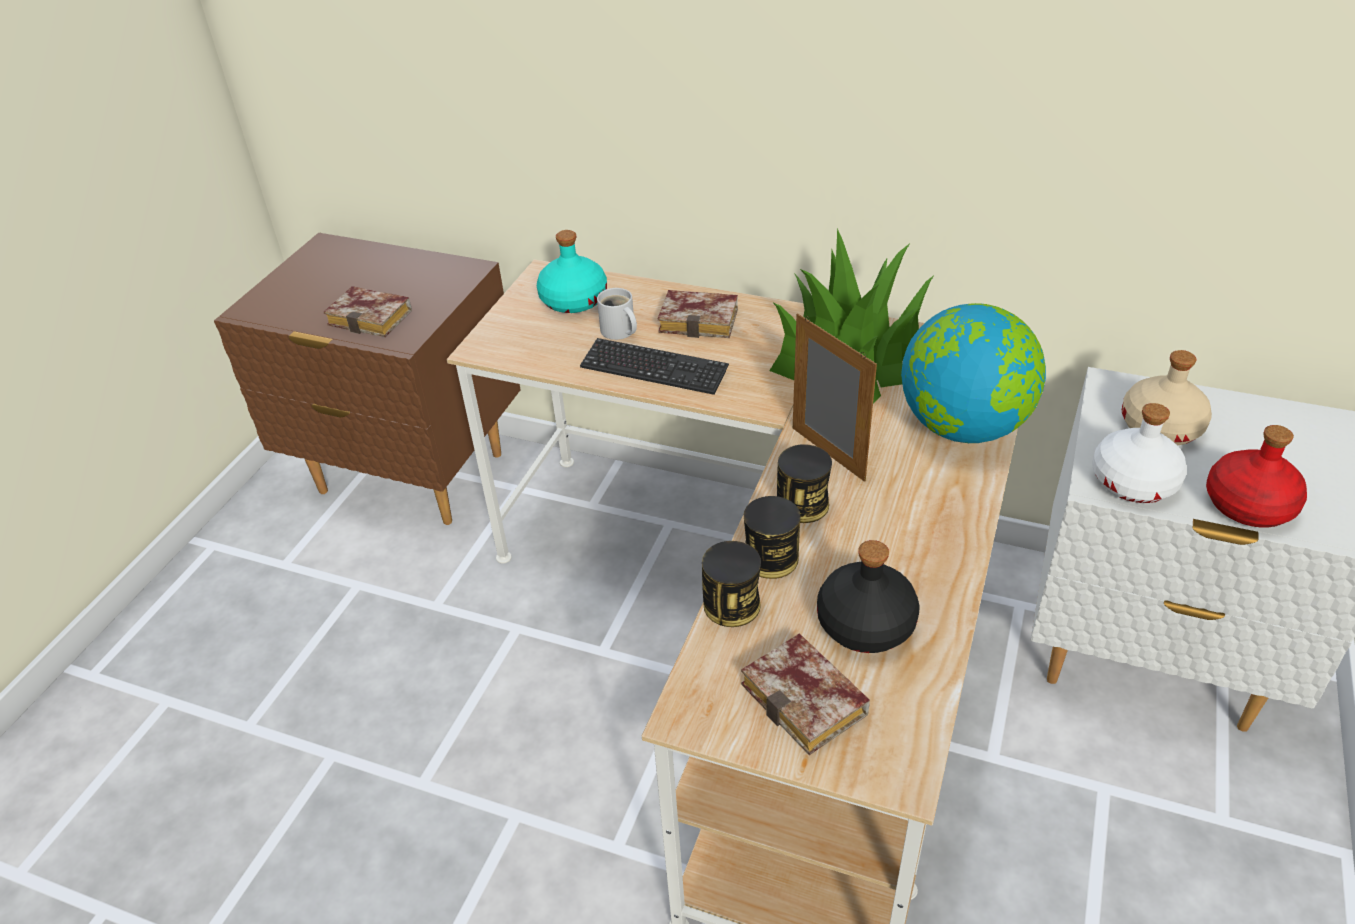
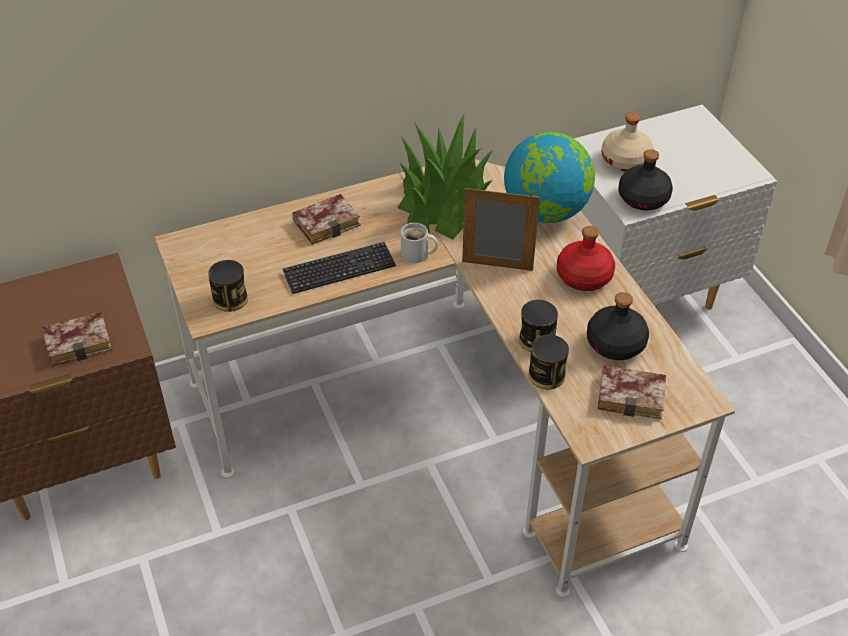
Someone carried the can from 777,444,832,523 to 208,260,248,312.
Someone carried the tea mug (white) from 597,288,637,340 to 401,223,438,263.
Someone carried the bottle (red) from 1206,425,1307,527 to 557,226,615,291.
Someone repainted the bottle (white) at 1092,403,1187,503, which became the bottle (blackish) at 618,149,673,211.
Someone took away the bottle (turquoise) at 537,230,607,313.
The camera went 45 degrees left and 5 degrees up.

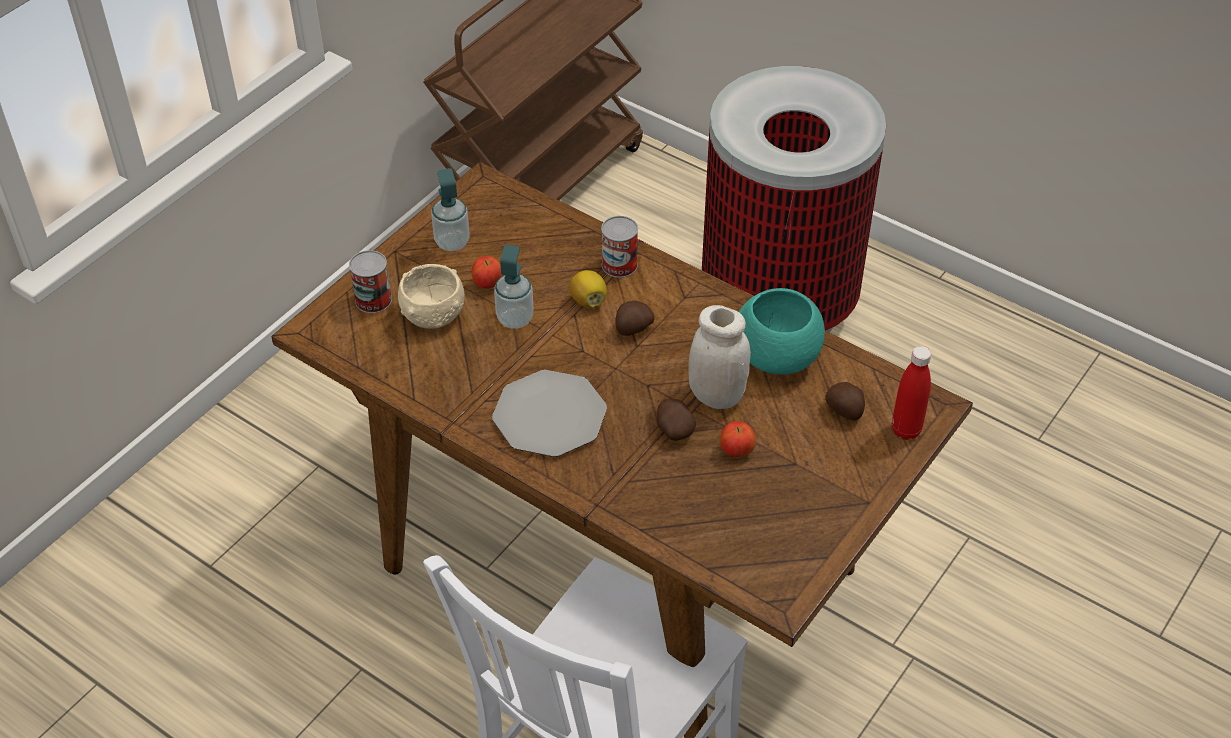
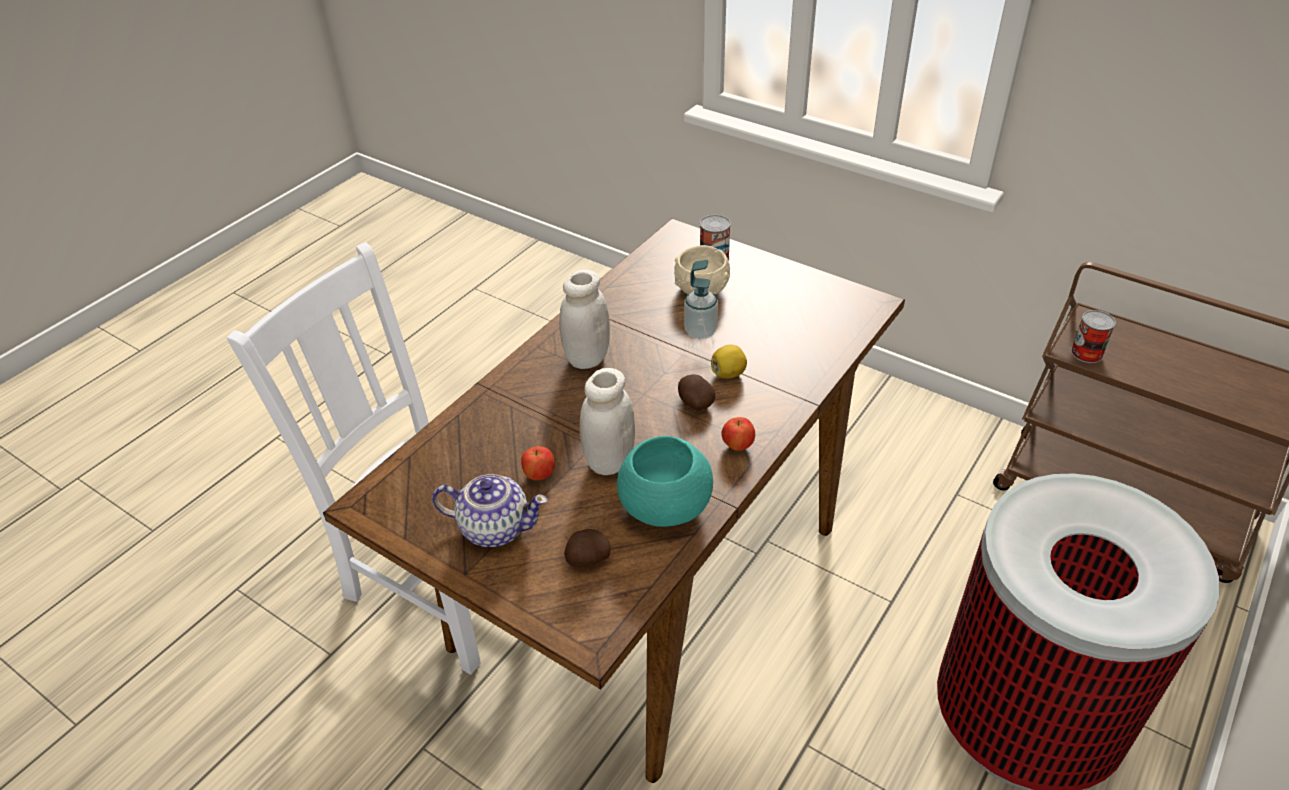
Someone put down the pot for tea at 432,474,548,547.
Someone swapped the plate at 492,370,607,457 for the preserve jar (white) at 559,270,610,369.
Someone carried the apple fruit from 471,256,504,289 to 722,417,755,451.
Someone carried the can from 601,216,638,278 to 1071,310,1116,363.
Someone took away the liquid soap bottle at 431,168,470,251.
Someone took away the spud at 657,399,696,441.
Someone took away the bottle (red) at 892,346,931,440.
The camera went 90 degrees right and 5 degrees down.

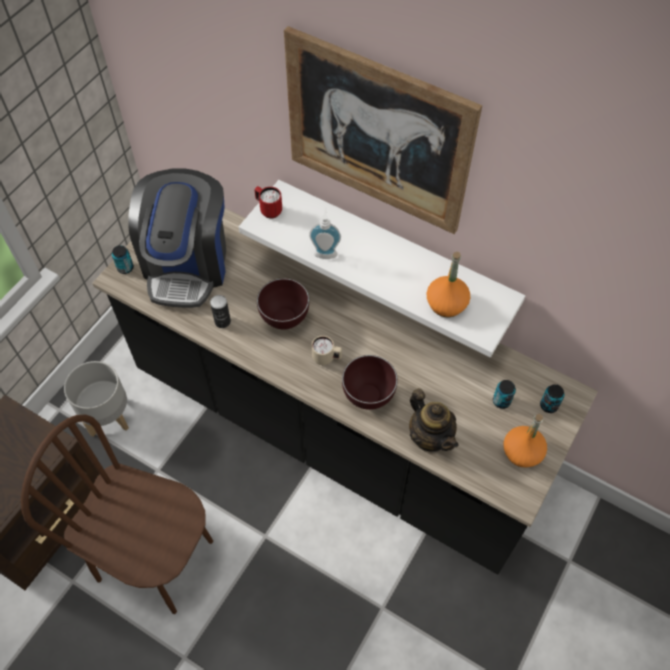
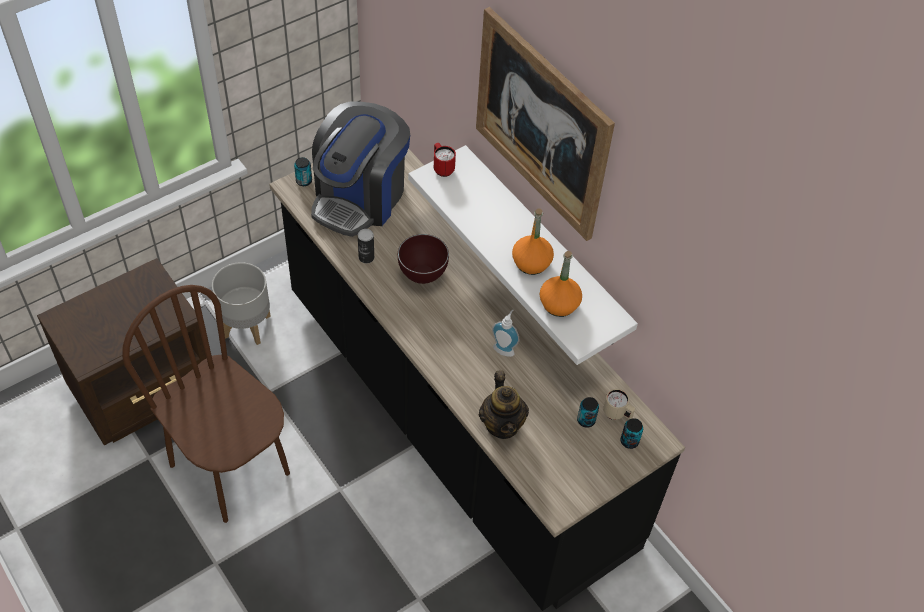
Someone carried the liquid soap bottle from 309,207,341,259 to 492,309,519,357.
Someone carried the bottle (orange-coloured) from 504,414,547,467 to 512,209,554,275.
Someone carried the tea mug (sand-coloured) from 312,336,342,365 to 603,389,635,420.
Someone took away the bowl (brown) at 342,355,398,410.
The camera went 20 degrees right and 5 degrees down.

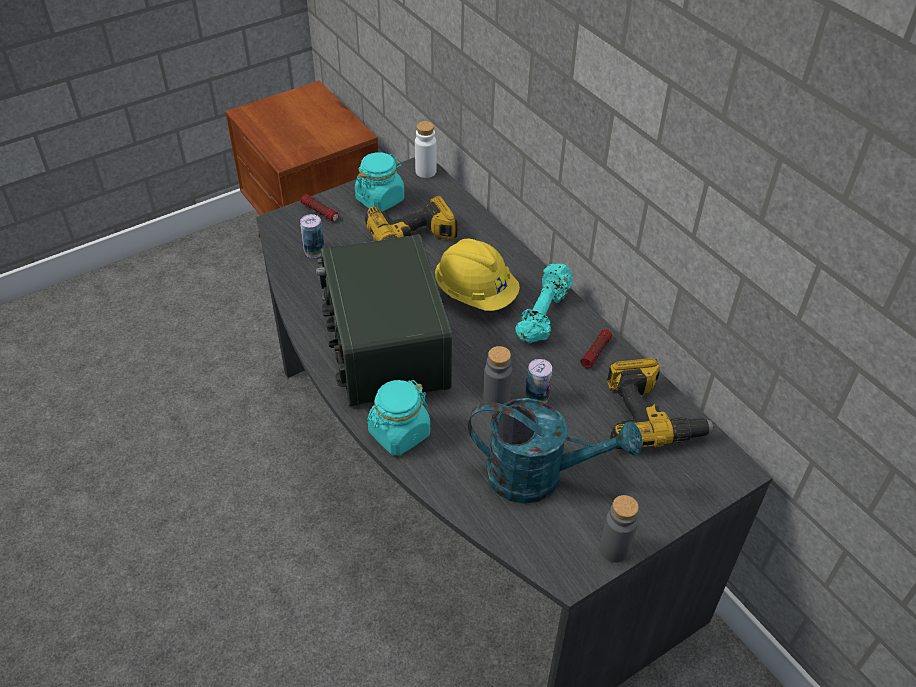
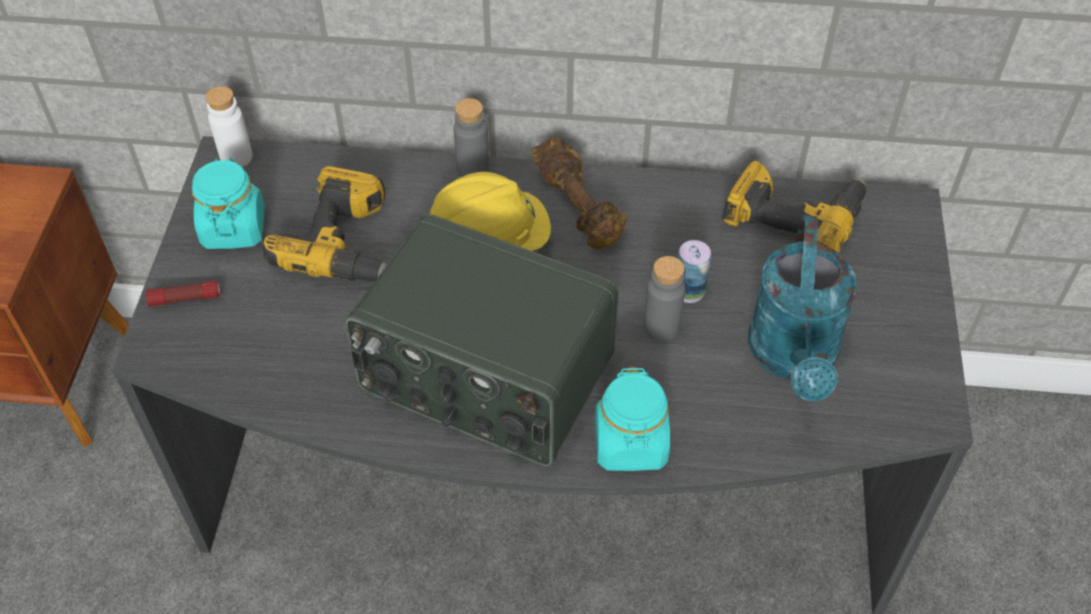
Someone carried the bottle (grey) from 600,495,639,562 to 454,98,489,177.
Someone repainted the free weight (turquoise) at 515,264,572,343, which became the free weight (brown) at 531,137,627,250.
Someone rotated the watering can (turquoise) at 468,398,642,504 by 135 degrees clockwise.
Someone took away the can at 300,214,324,258.
Someone took away the torch at 581,329,612,368.
The camera went 50 degrees left and 5 degrees up.

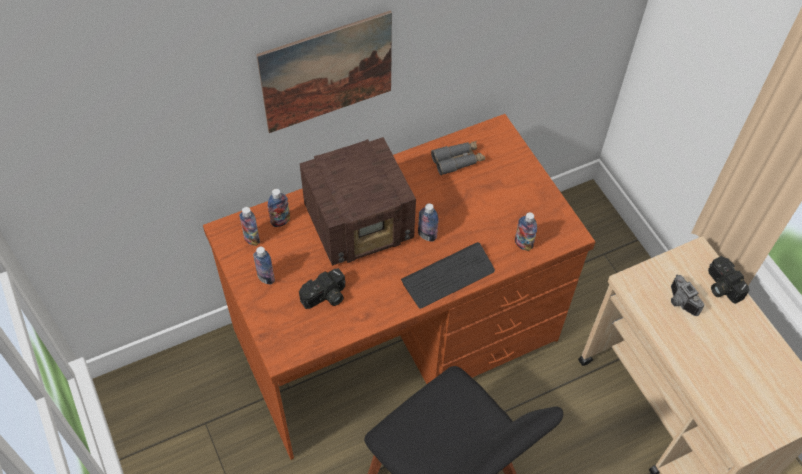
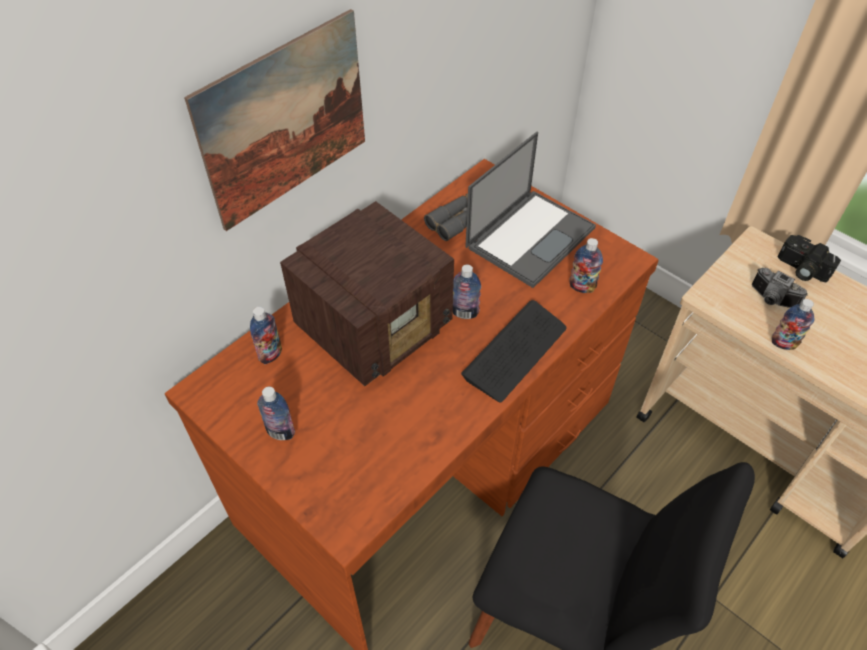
Someone put down the portable computer at 465,132,596,288.
Someone carried the bottle from 239,207,260,246 to 772,299,814,350.
Someone took away the still camera at 299,268,346,309.
The camera went 20 degrees left and 5 degrees down.

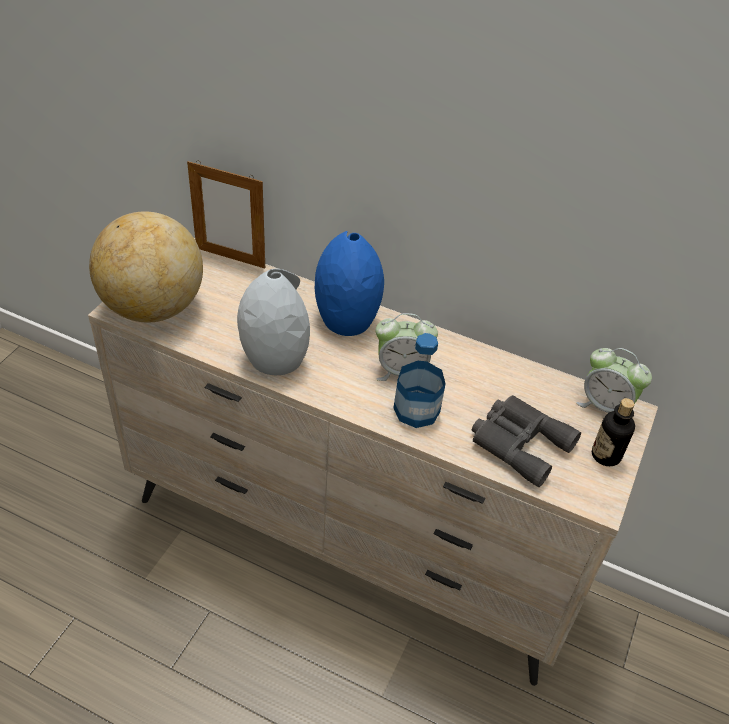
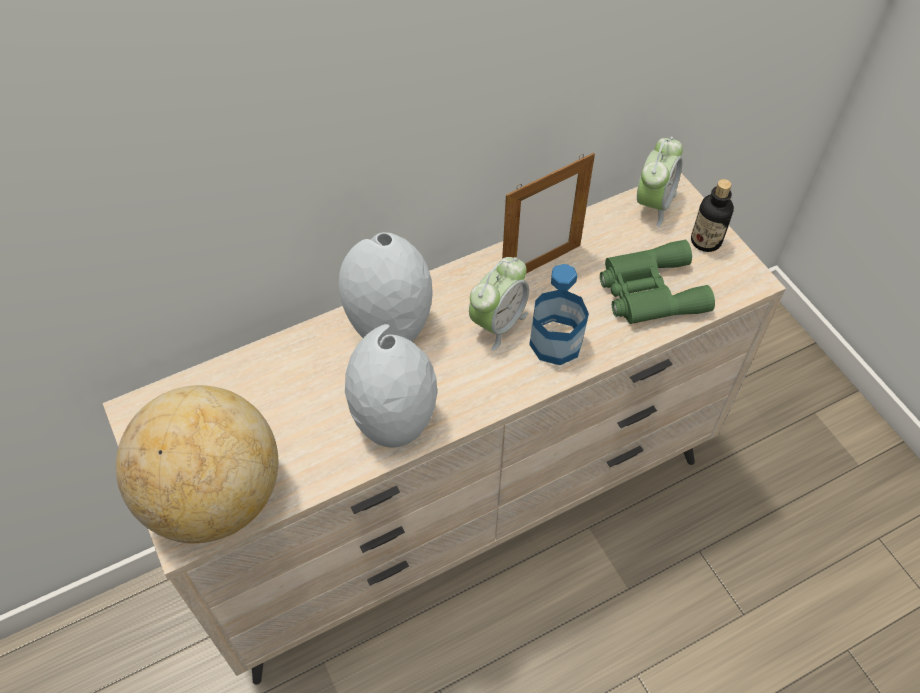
Someone repainted the decorative vase (blue) at 315,231,384,336, which became the decorative vase (grey) at 339,232,433,343.
Someone carried the photo frame from 187,160,265,268 to 502,153,595,274.
Someone repainted the pair of binoculars (grey) at 472,395,581,487, which became the pair of binoculars (green) at 600,240,715,324.
Someone rotated the table clock at 576,348,652,413 by 45 degrees counterclockwise.
The camera went 50 degrees left and 10 degrees up.

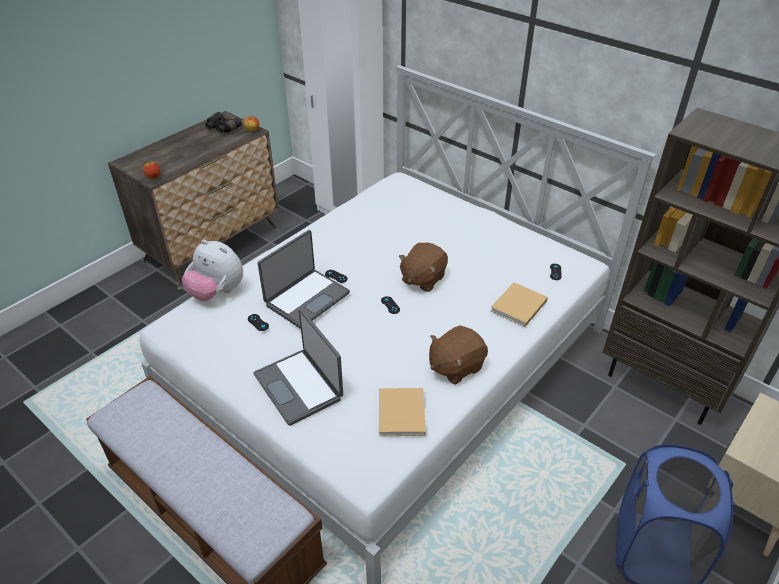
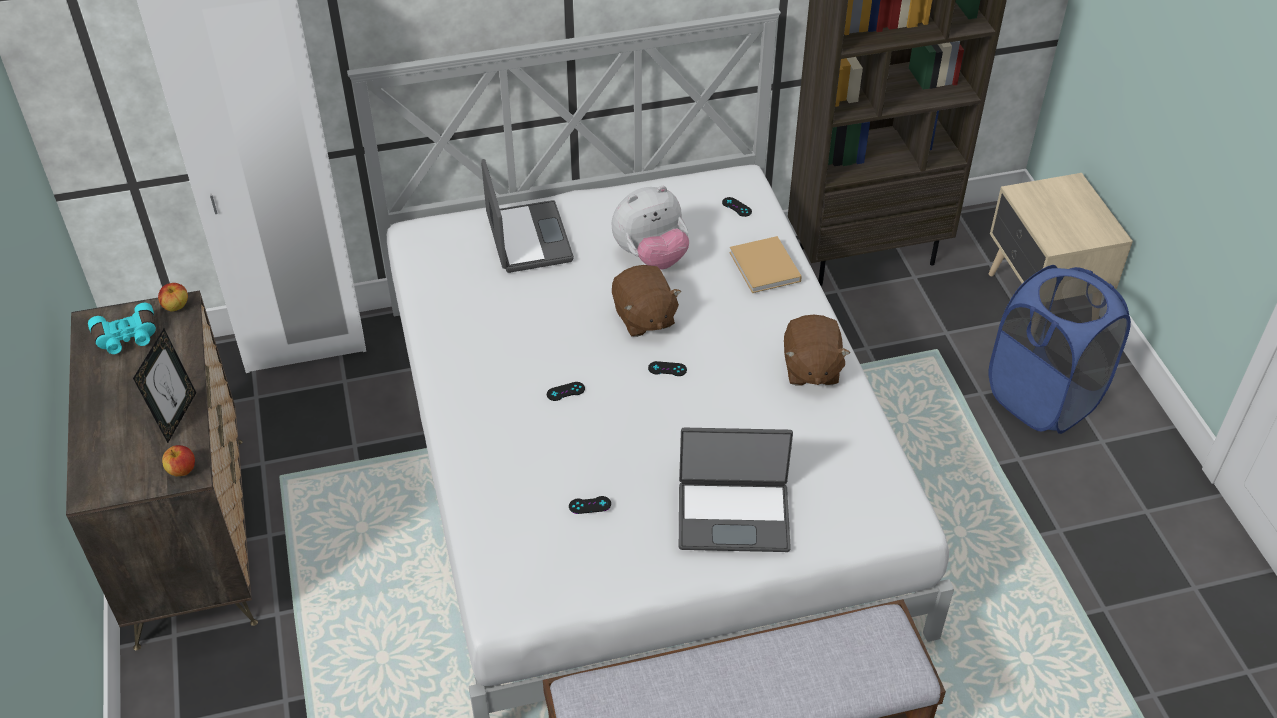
Someone repainted the pair of binoculars (blackish) at 205,112,242,134, which became the pair of binoculars (turquoise) at 88,303,156,354.
Someone put down the photo frame at 133,329,196,443.
Someone carried the portable computer from 257,230,350,329 to 481,159,574,273.
Someone carried the soft toy from 182,240,243,301 to 612,186,689,269.
Someone took away the book (sand-coloured) at 379,388,426,436.
The camera went 55 degrees left and 5 degrees up.

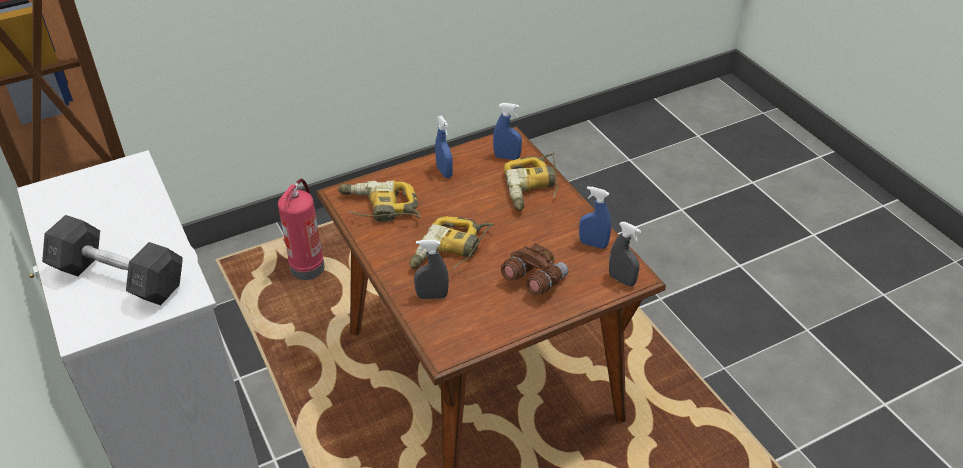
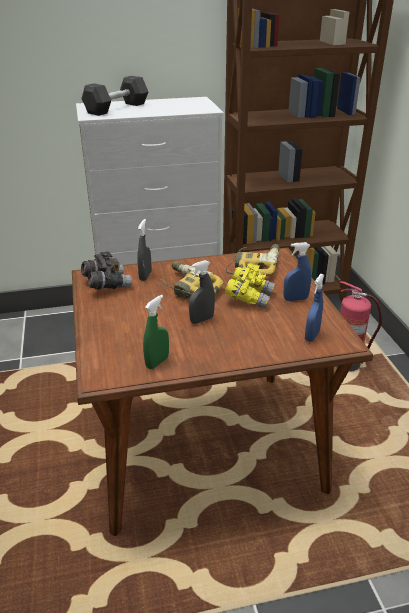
Someone put down the pair of binoculars (grey) at 81,252,132,290.
Someone repainted the spray bottle (blue) at 579,186,611,249, which became the spray bottle (green) at 143,295,169,369.
Someone carried the spray bottle (grey) from 609,222,641,287 to 189,260,215,324.
Someone put down the pair of binoculars (yellow-coloured) at 225,264,275,309.
Someone took away the pair of binoculars (brown) at 501,243,569,295.
Someone took away the drill at 504,153,558,211.
The camera went 105 degrees right and 10 degrees down.

